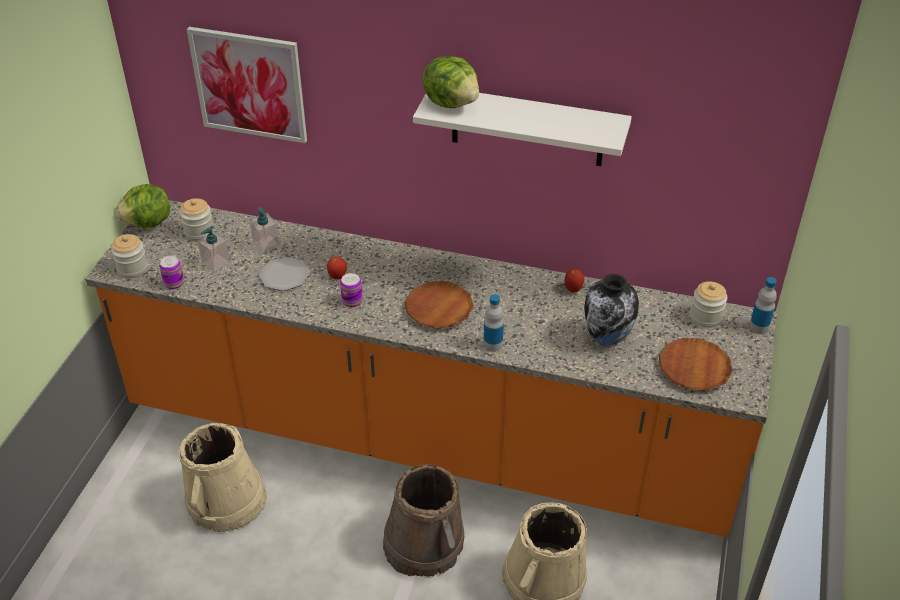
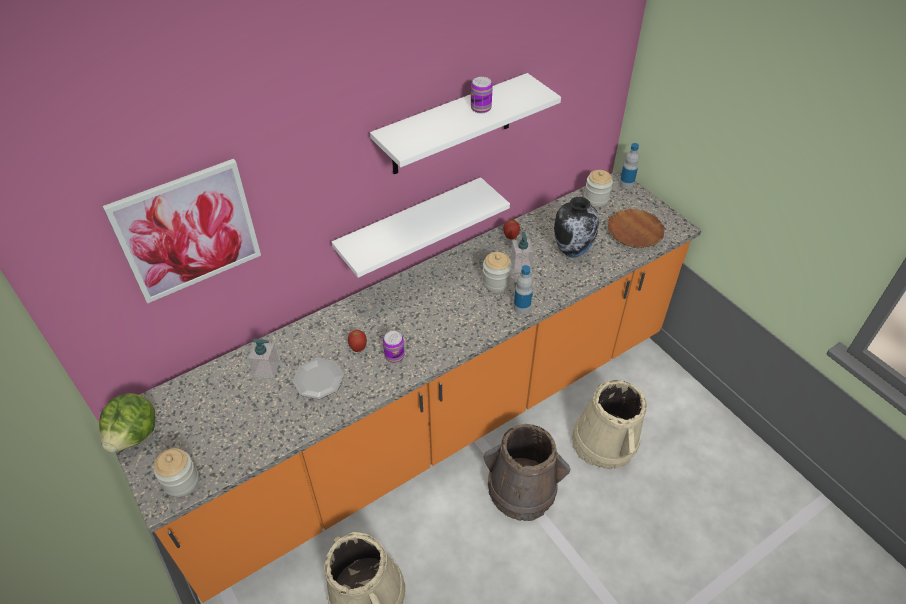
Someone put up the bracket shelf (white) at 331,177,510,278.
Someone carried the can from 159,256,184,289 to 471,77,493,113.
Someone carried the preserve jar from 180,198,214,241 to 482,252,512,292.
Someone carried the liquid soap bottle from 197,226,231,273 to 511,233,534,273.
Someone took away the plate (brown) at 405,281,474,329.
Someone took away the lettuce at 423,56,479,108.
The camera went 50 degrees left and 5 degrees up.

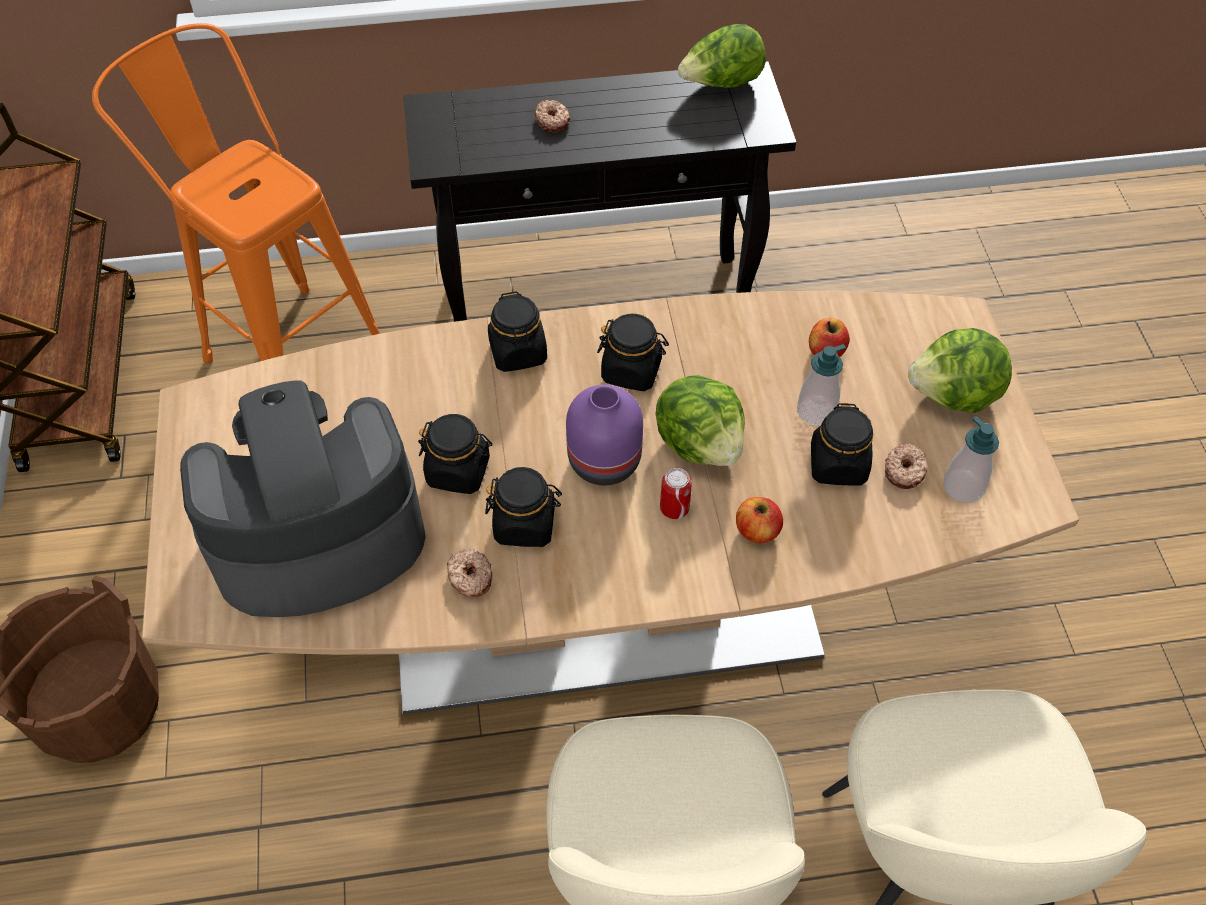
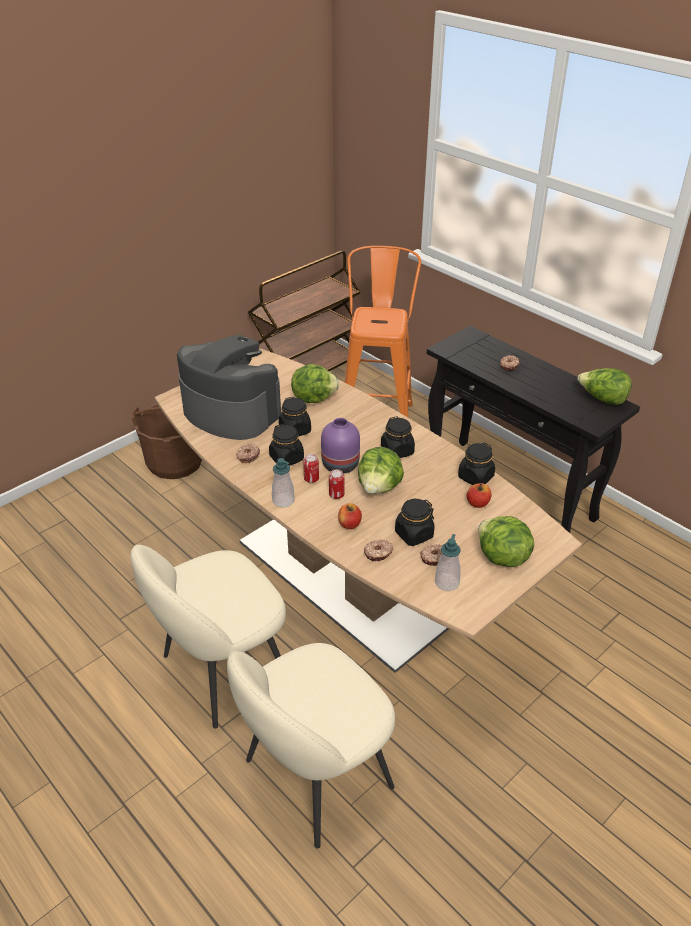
Someone carried the liquid soap bottle from 797,344,846,426 to 272,458,294,507.
Someone put down the lettuce at 291,364,340,403.
Someone put down the can at 303,454,319,483.
Someone put down the donut at 364,539,393,561.
Someone carried the preserve jar (blackish) from 488,291,547,372 to 458,443,495,485.
The camera went 55 degrees right and 15 degrees down.

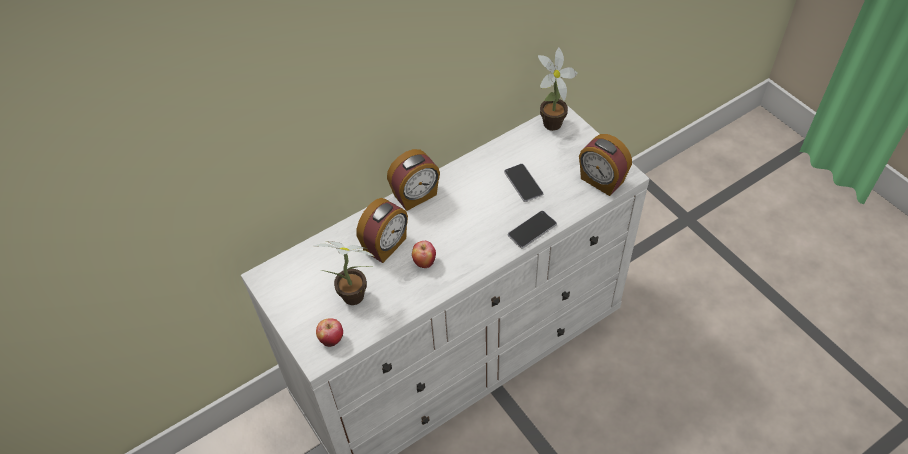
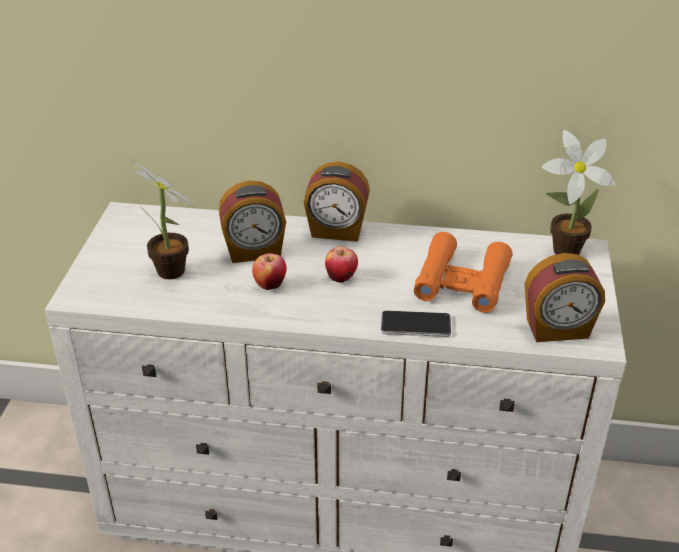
Someone carried the apple fruit from 316,319,343,347 to 325,246,358,283.
Someone swapped the handset at 504,164,543,202 for the pair of binoculars (orange-coloured) at 414,232,512,313.
Someone rotated the table clock at 579,134,632,196 by 90 degrees counterclockwise.
The camera went 40 degrees right and 15 degrees down.

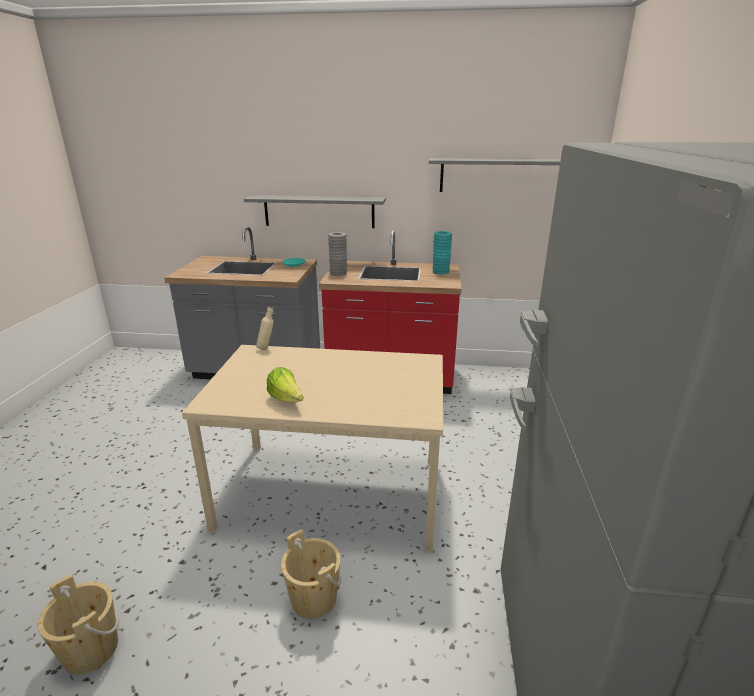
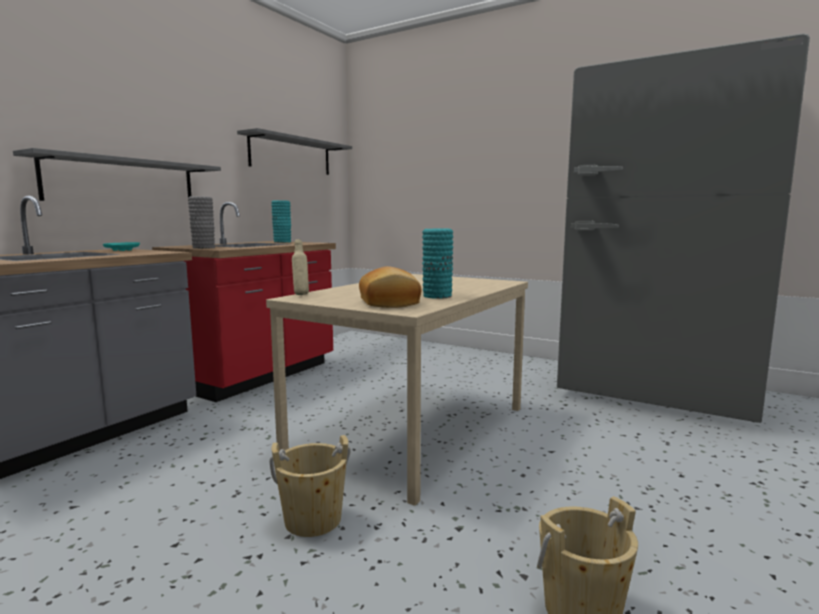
Someone carried the pail (sand-coloured) from 281,529,341,619 to 270,435,351,537.
Someone put down the baked bread at 359,266,421,308.
Someone swapped the lettuce at 267,367,304,403 for the decorative vase (turquoise) at 422,229,453,299.
The camera went 65 degrees left and 15 degrees down.

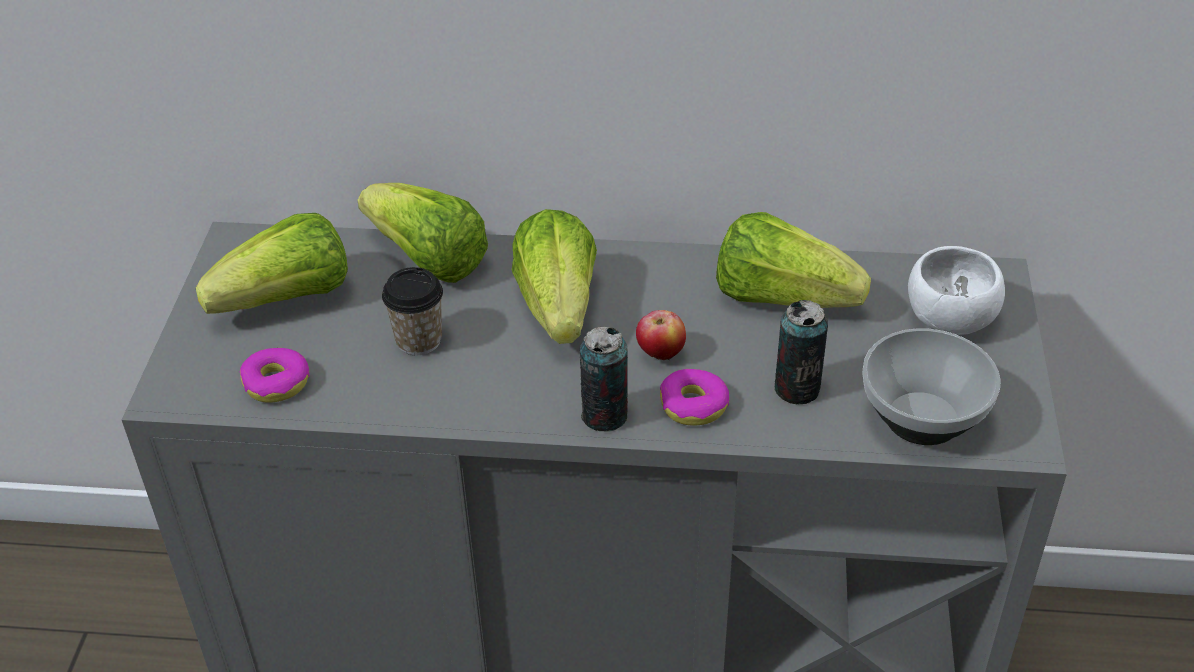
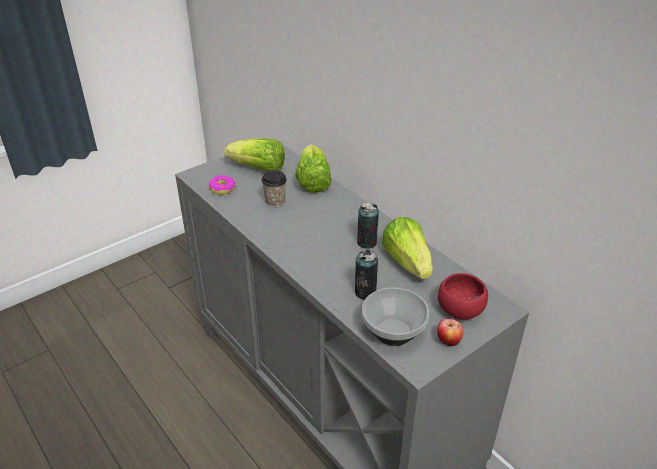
Someone carried the can from 579,327,628,432 to 357,202,379,249.
Someone carried the apple fruit from 636,310,686,360 to 437,319,463,347.
Someone repainted the bowl (white) at 908,246,1005,335, which became the bowl (red) at 438,273,488,320.
Someone took away the lettuce at 512,209,597,344.
Someone took away the donut at 660,369,729,426.
The camera went 45 degrees right and 5 degrees down.

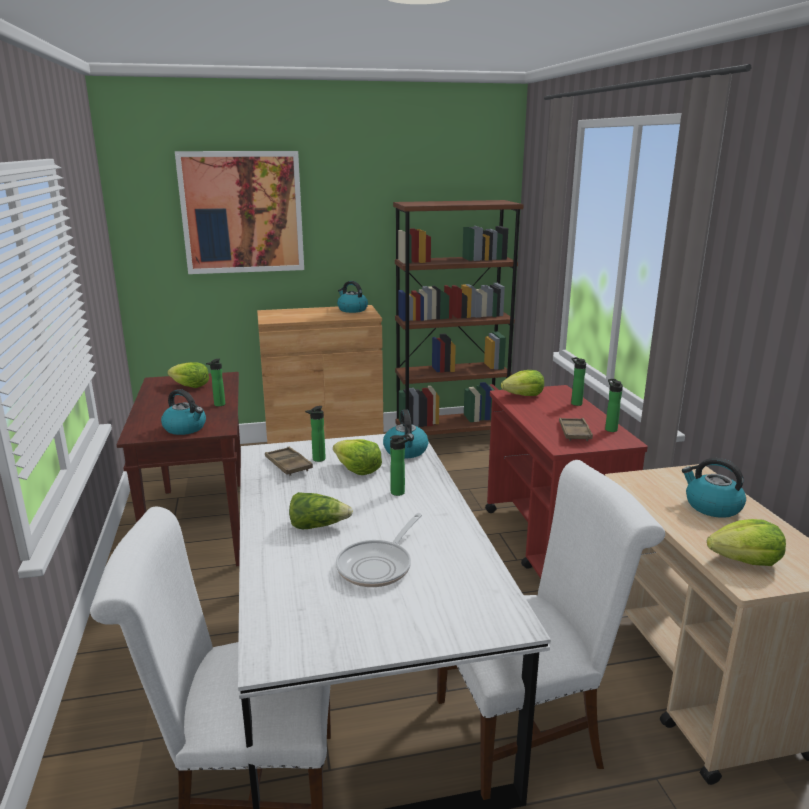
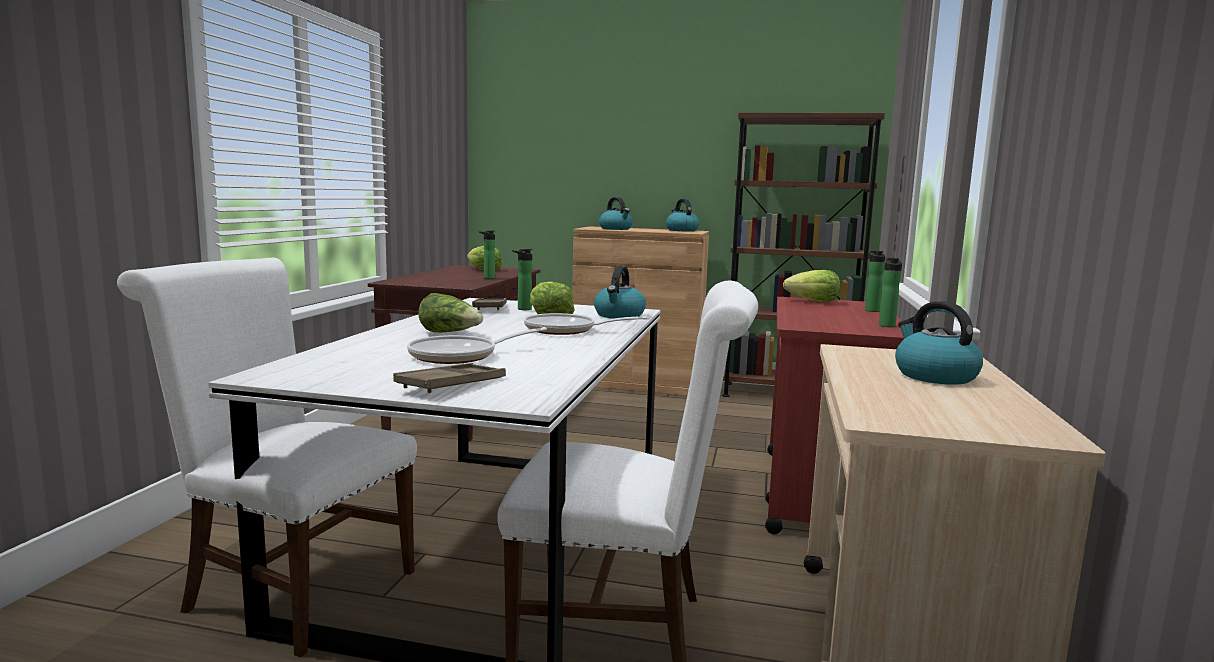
Someone carried the carrying tray (brown) from 559,418,593,441 to 393,363,506,393.
Someone swapped the bottle at 390,434,411,496 for the skillet at 524,313,648,335.
Someone carried the kettle from 161,389,206,435 to 599,197,633,230.
Someone took away the picture at 175,151,304,274.
Someone took away the lettuce at 707,519,786,566.
The camera went 25 degrees right and 10 degrees down.

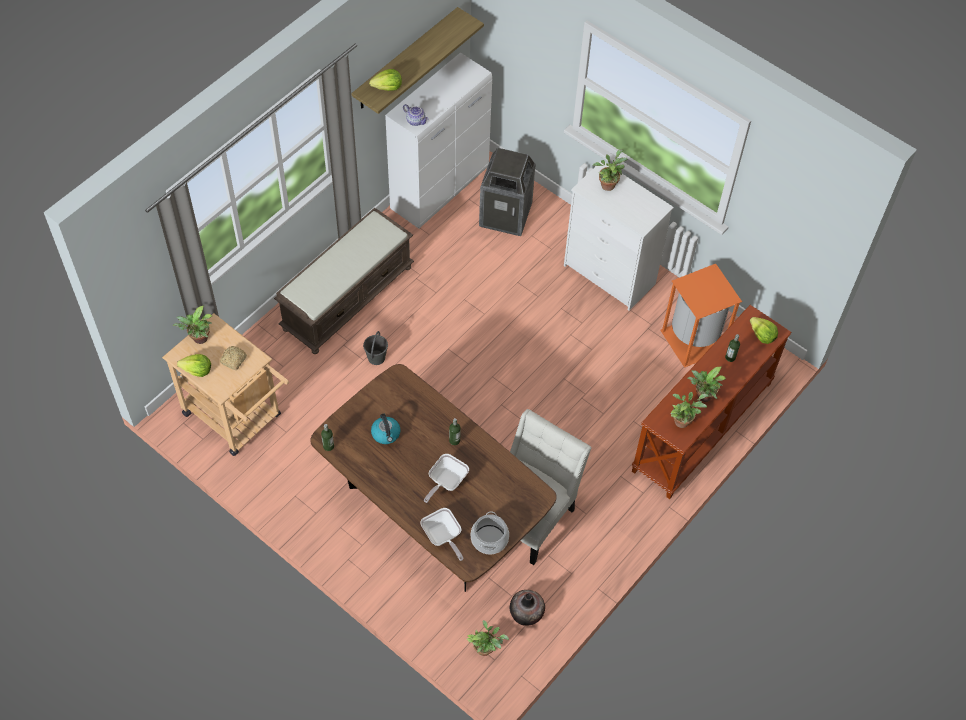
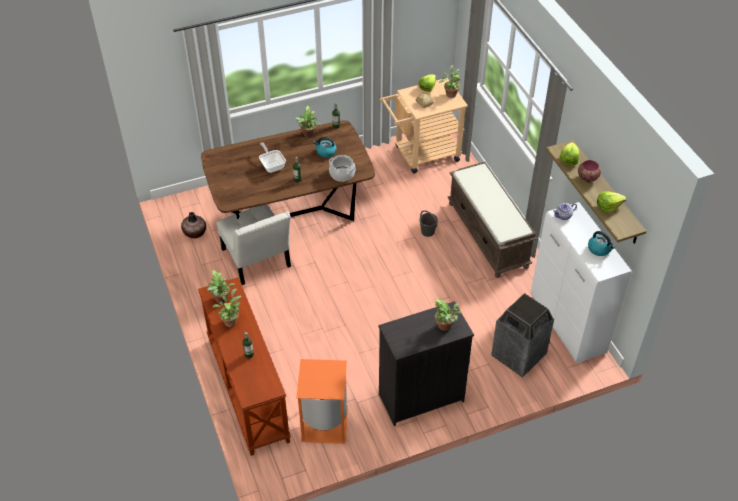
Someone carried the potted plant from 466,620,509,656 to 295,105,320,137.
Someone carried the saucepot from 471,512,509,554 to 329,155,355,182.
Someone repainted the drawer chest (white) at 564,162,674,311, which became the drawer chest (blackish) at 378,301,474,426.
Someone put down the bowl at 578,160,601,183.
Someone put down the kettle at 588,231,615,256.
Someone carried the lettuce from 750,317,778,344 to 597,192,626,213.
Someone took away the skillet at 420,508,464,561.
The camera went 120 degrees right and 10 degrees down.

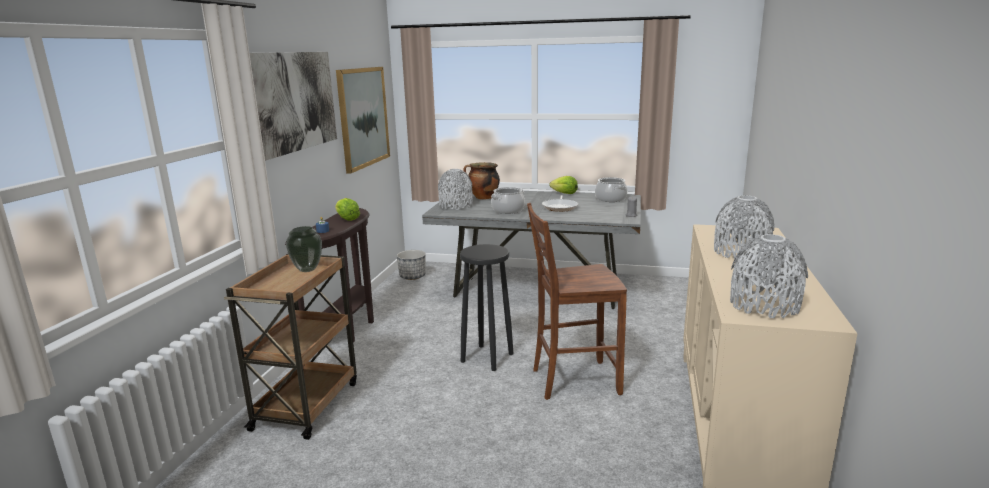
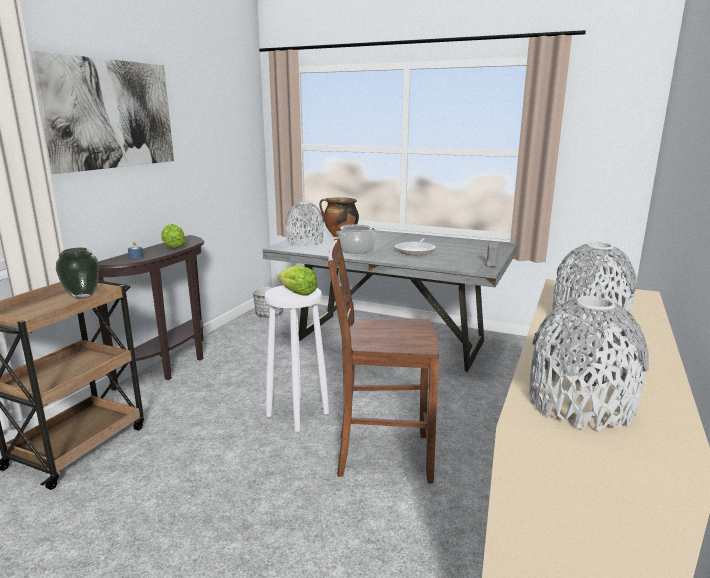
Someone repainted the stool (blackish) at 460,244,514,371, which became the stool (white) at 264,285,329,432.
Someone carried the lettuce from 549,176,578,194 to 278,265,318,296.
Someone took away the picture at 336,67,390,174.
Someone took away the saucepot at 595,177,627,202.
The camera went 10 degrees right and 0 degrees up.

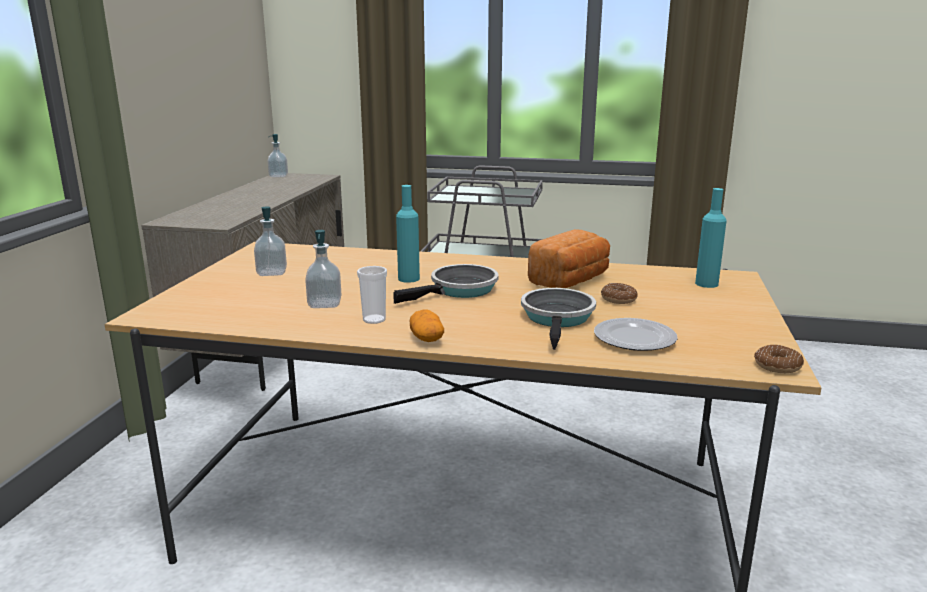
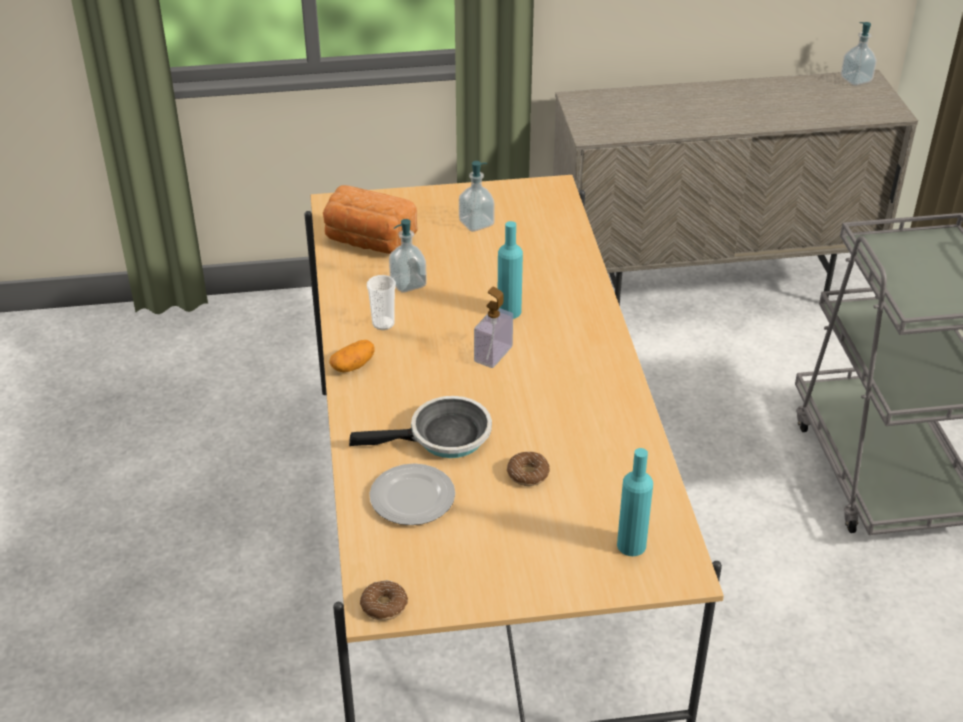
Someone carried the baked bread from 528,229,610,288 to 323,185,418,254.
Someone swapped the skillet at 393,264,498,304 for the liquid soap bottle at 474,287,513,368.
The camera went 70 degrees right and 20 degrees up.

